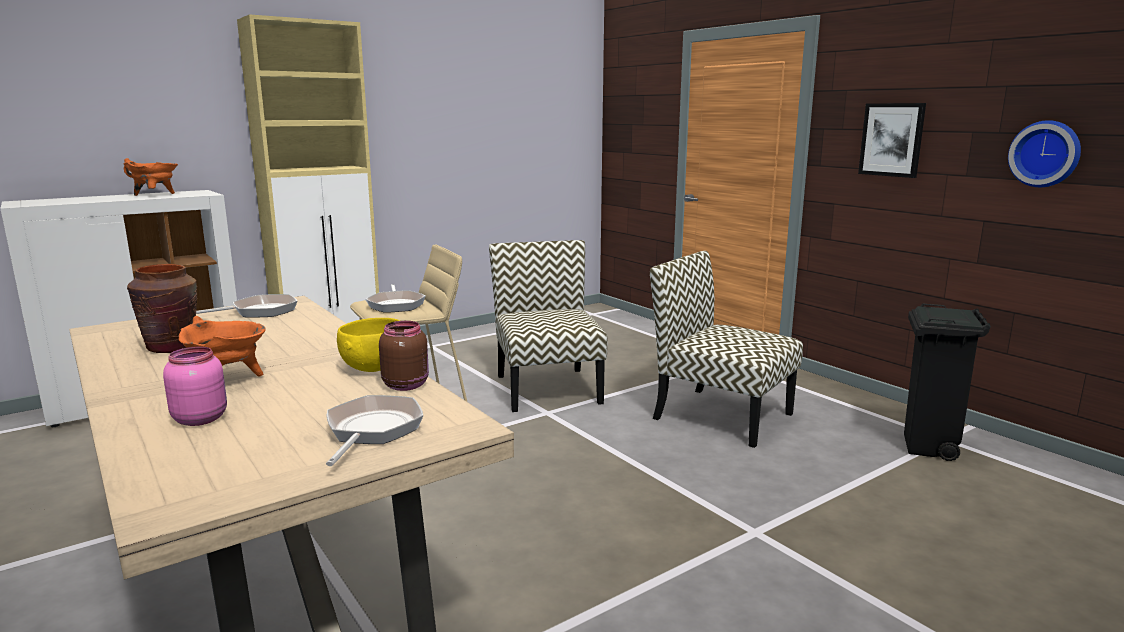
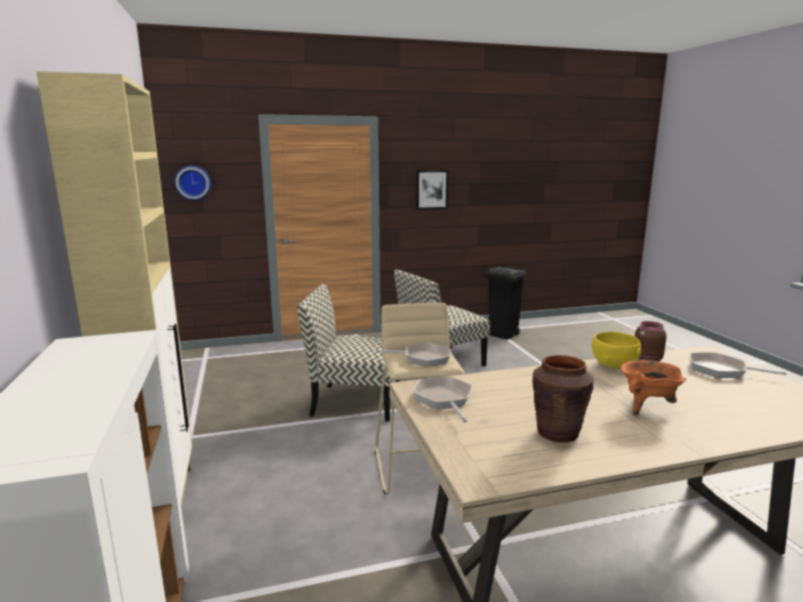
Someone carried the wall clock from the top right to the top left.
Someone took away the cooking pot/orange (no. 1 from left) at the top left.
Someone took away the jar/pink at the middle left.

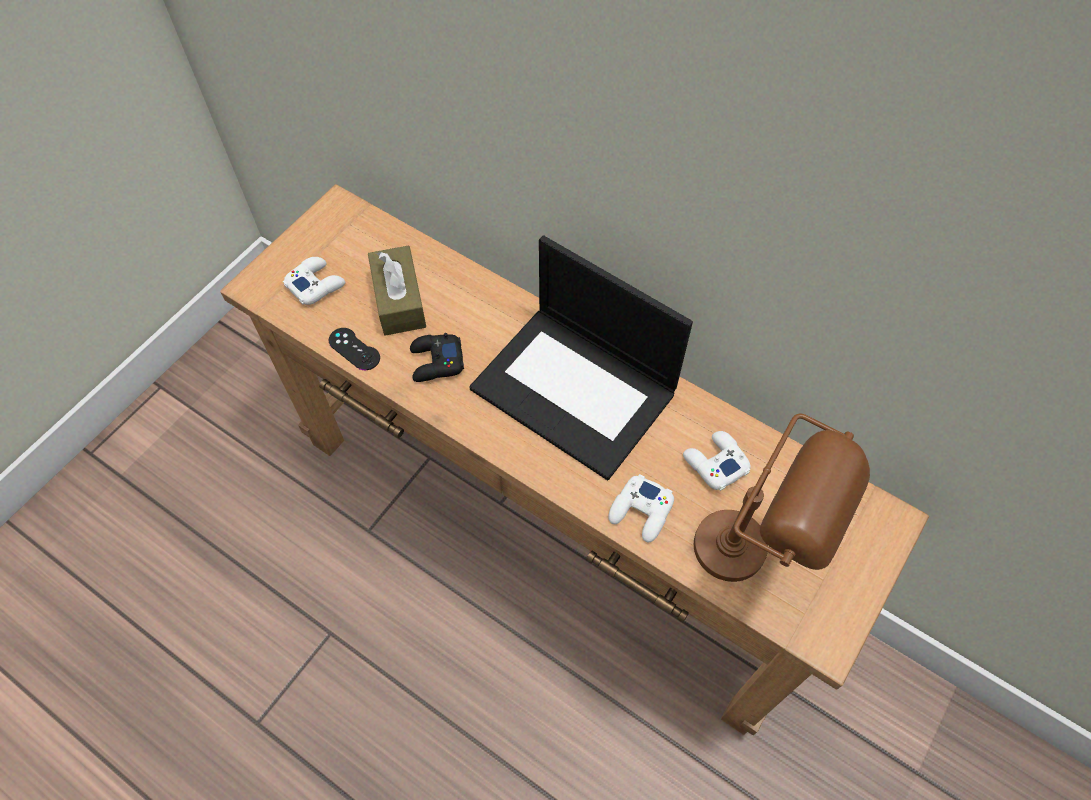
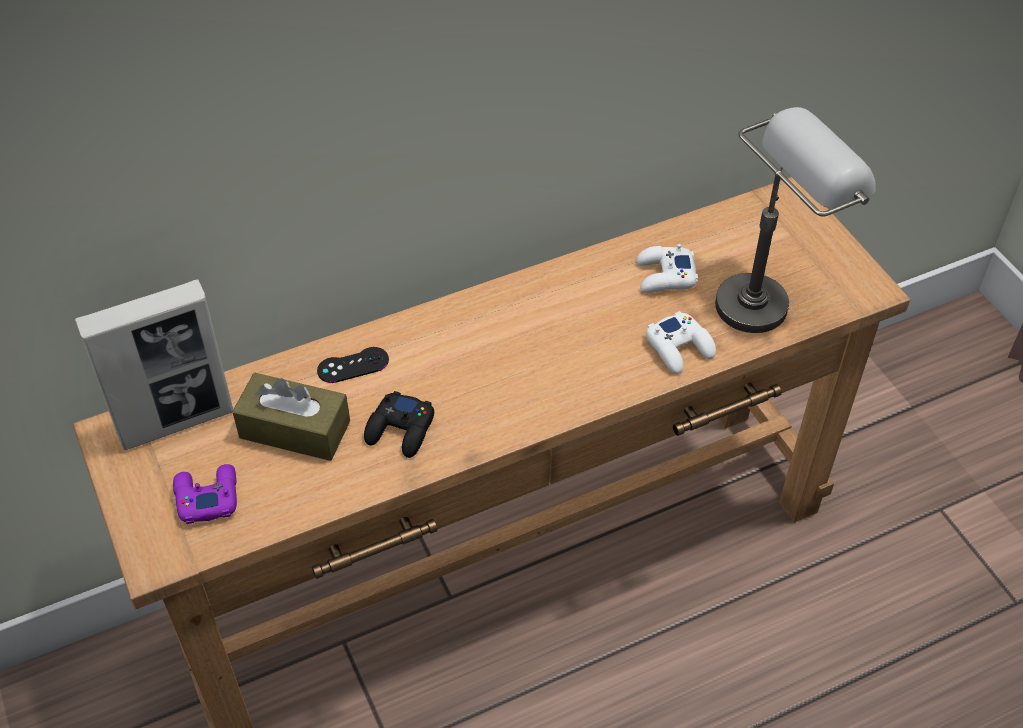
Someone put down the picture frame at the middle left.
Someone repainted the game controller/white (no. 1 from left) at the middle left, which became the game controller/purple at the bottom left.
Someone carried the game controller/black (no. 1 from left) from the middle left to the centre.
Someone repainted the table lamp/brown at the middle right, which became the table lamp/grey at the top right.
Someone took away the laptop at the centre.

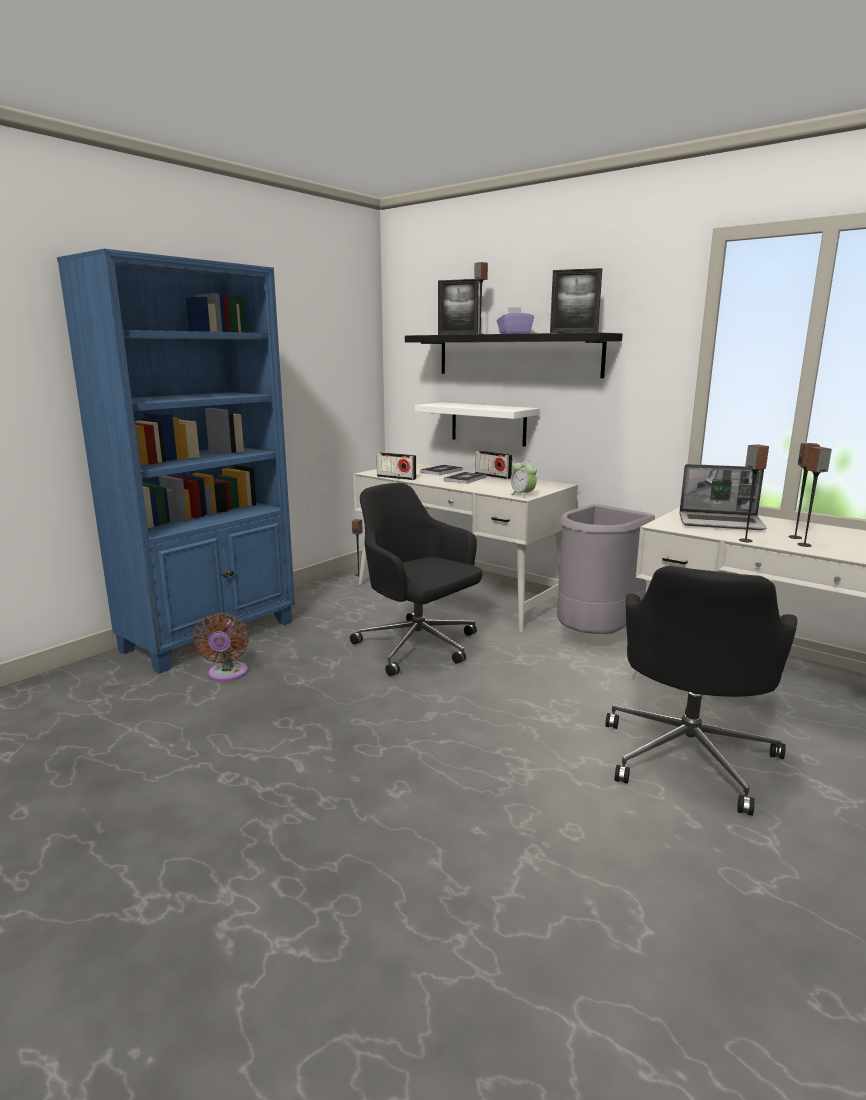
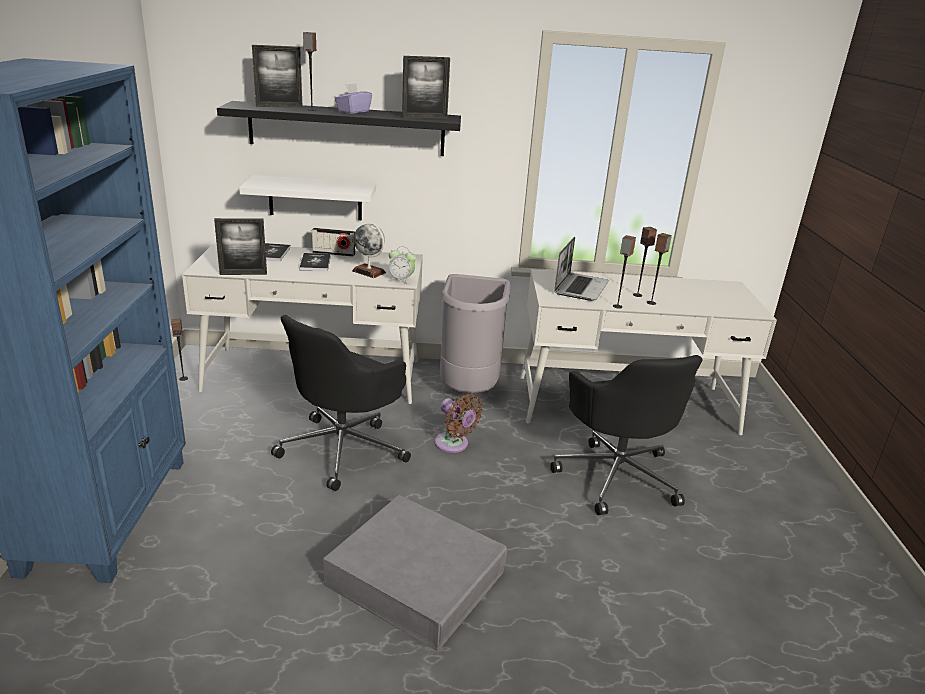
Someone swapped the radio (no. 1 from left) at the centre for the picture frame (no. 1 from left) at the middle left.
Someone rotated the office chair/black (no. 1 from left) at the centre by 60 degrees counterclockwise.
Someone put down the storage box/grey at the bottom centre.
Someone put down the globe at the centre.
Someone carried the fan/brown from the middle left to the centre.
Someone rotated the laptop at the middle right by 45 degrees counterclockwise.

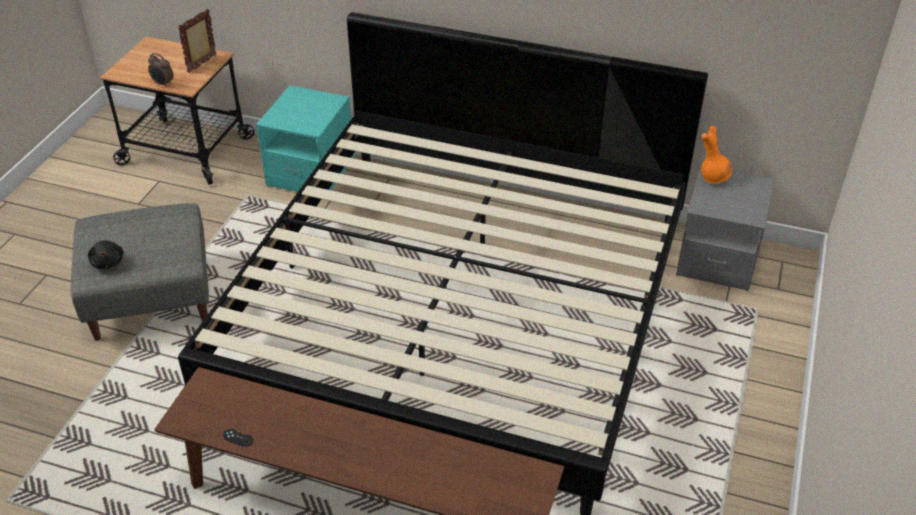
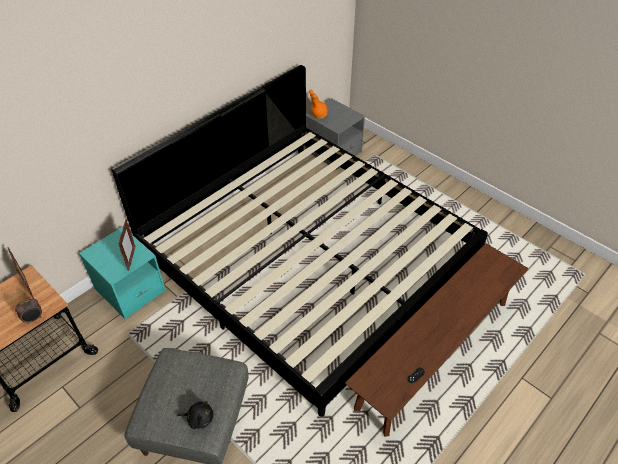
Someone put down the picture frame (no. 2 from left) at the middle left.

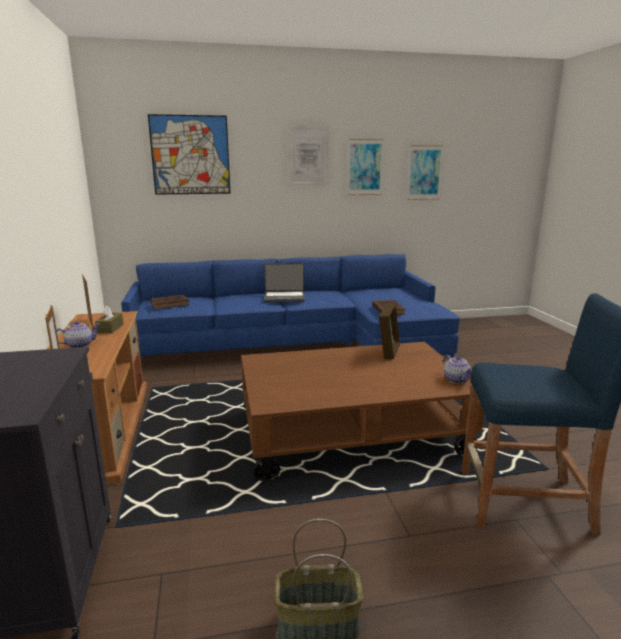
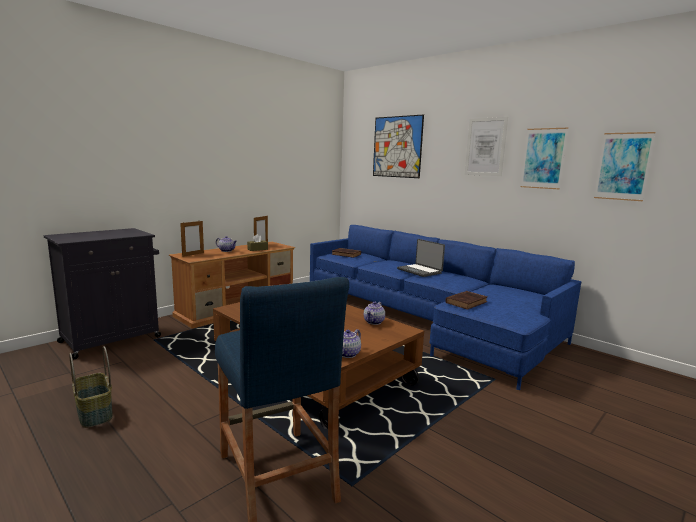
Someone swapped the picture frame (no. 3 from left) at the centre for the teapot (no. 3 from left) at the centre.

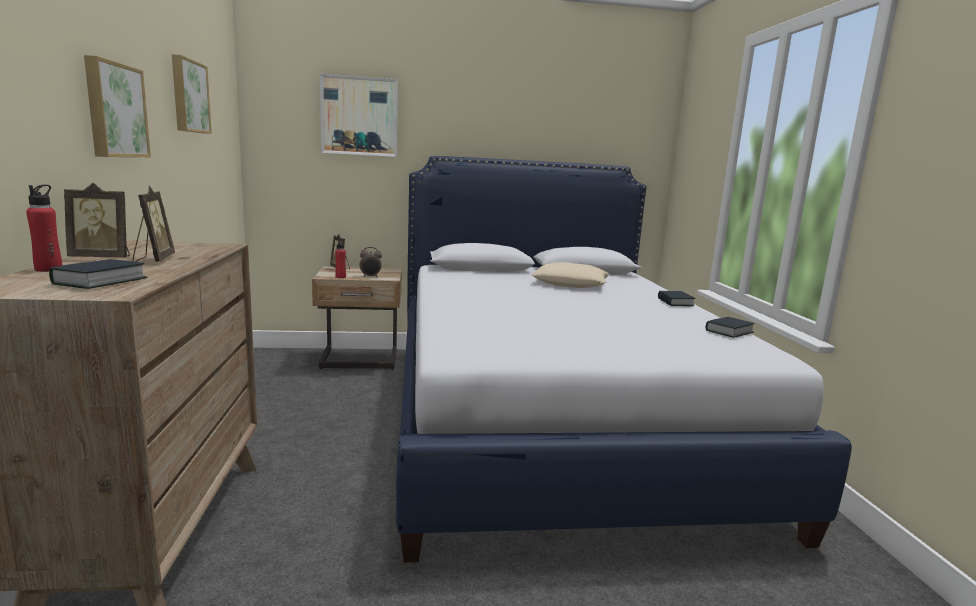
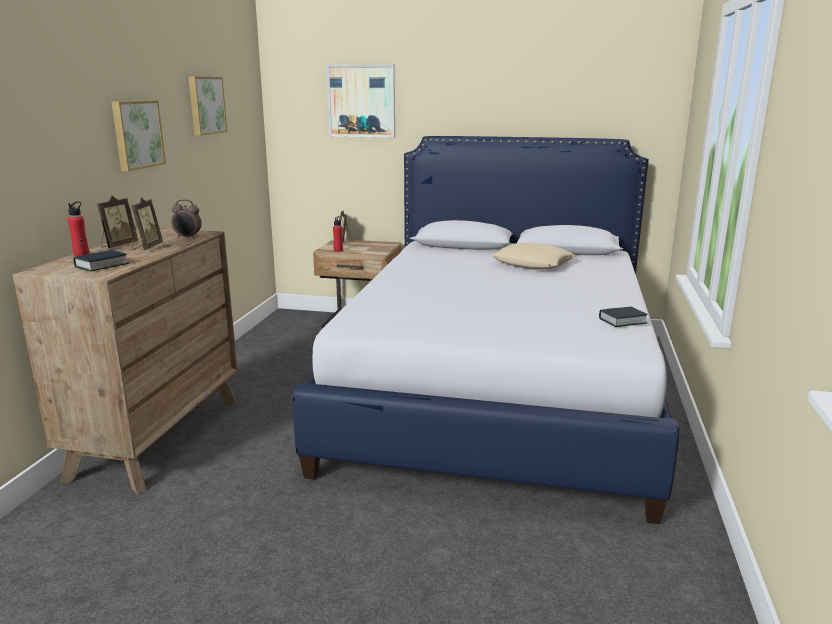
Someone rotated the picture frame (no. 1 from left) at the middle left by 75 degrees counterclockwise.
Someone carried the alarm clock from the centre to the middle left.
Someone took away the book (no. 2 from left) at the middle right.

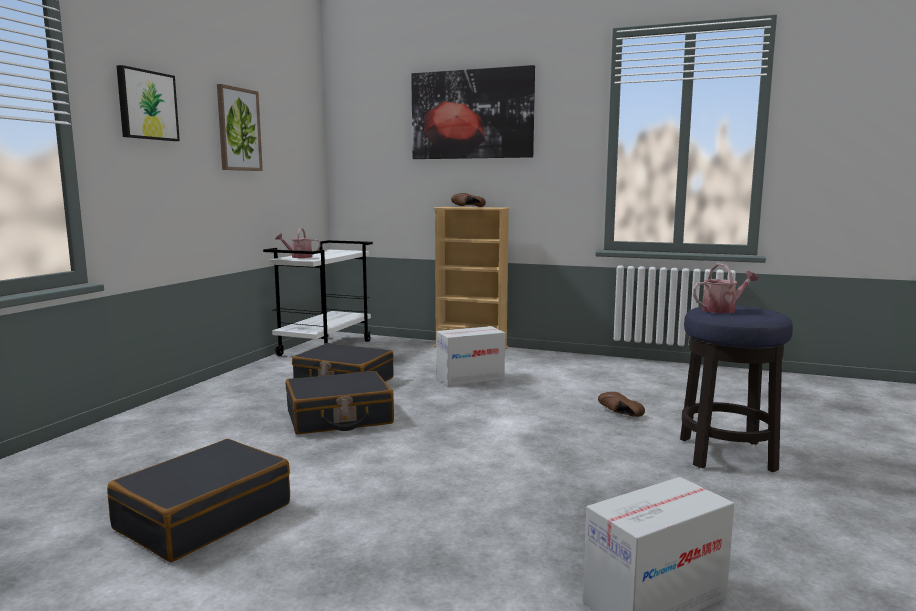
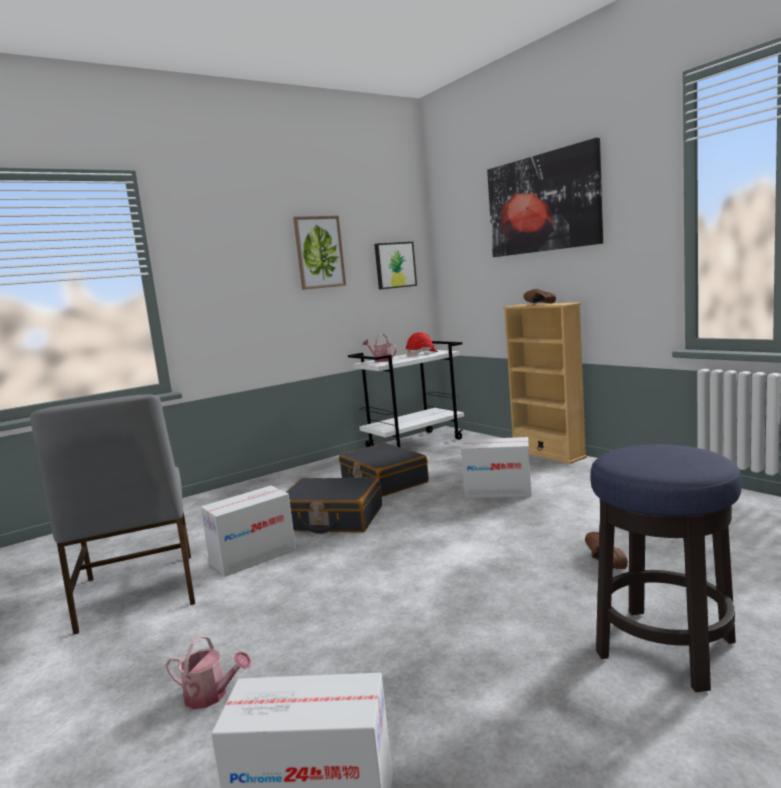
Someone swapped the suitcase/black (no. 1 from left) at the bottom left for the chair/grey at the middle left.
Someone carried the watering can (no. 2 from left in the first image) from the middle right to the bottom left.
Someone put down the cardboard box (no. 1 from left) at the bottom left.
Someone carried the picture (no. 1 from left in the first image) from the top left to the centre.
Someone put down the hard hat/red at the centre.

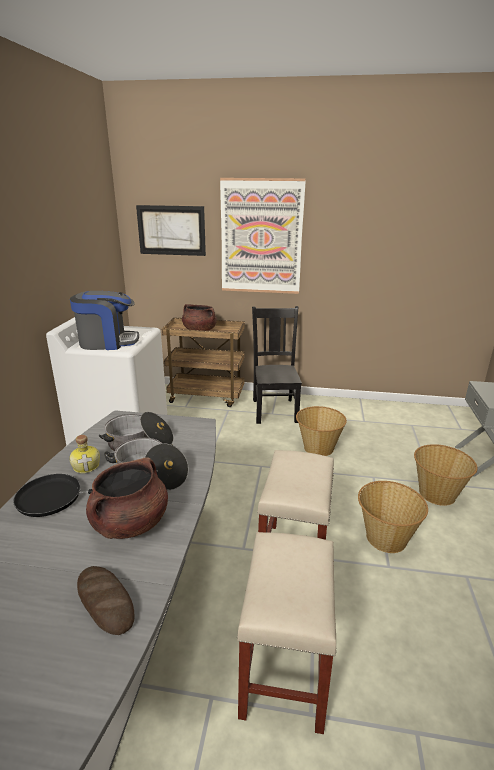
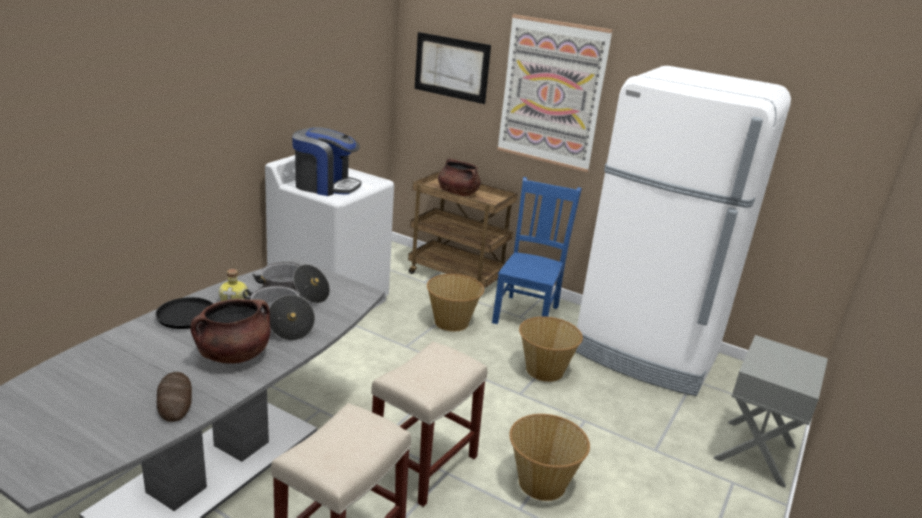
Someone carried the basket (no. 3 from left in the first image) from the middle right to the centre.
Someone repainted the chair/black at the centre, which became the chair/blue at the centre.
Someone put down the fridge/white at the middle right.

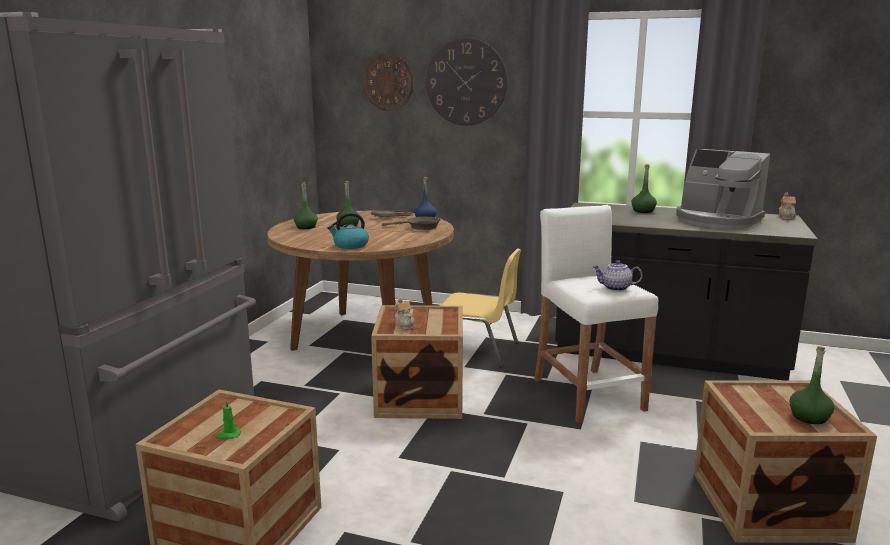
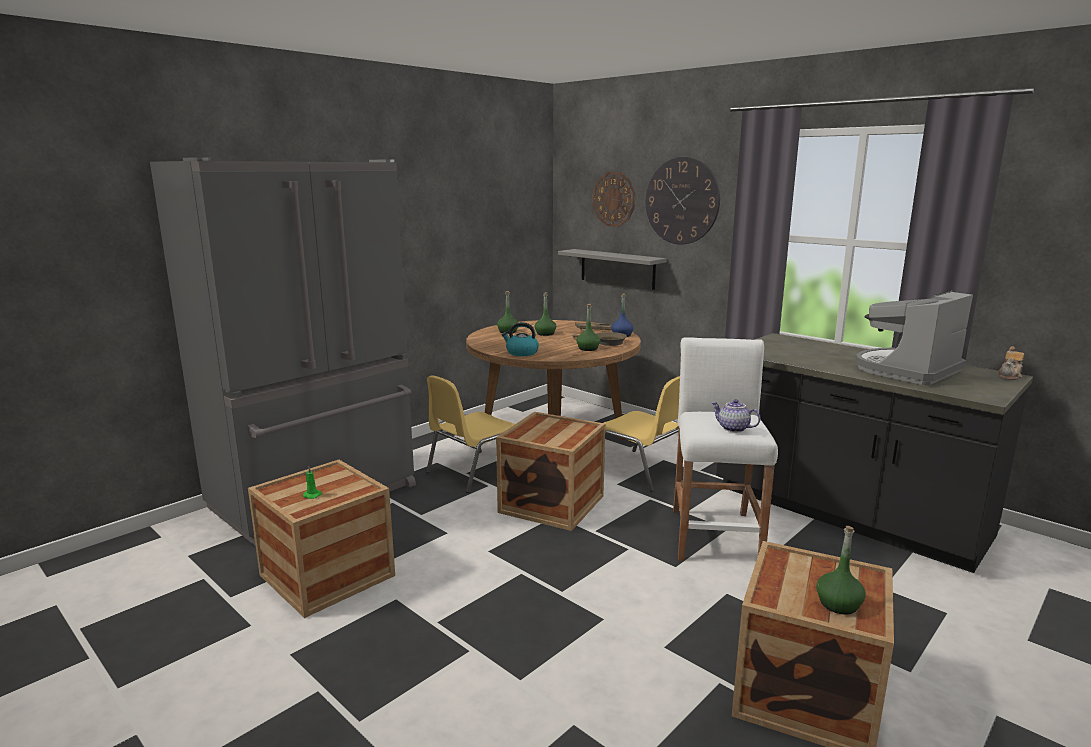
Someone put down the chair/yellow (no. 1 from left) at the centre.
Someone put up the shelf/grey at the centre.
Someone carried the bottle/green (no. 3 from left) from the middle right to the centre.
Someone rotated the coffee machine at the middle right by 75 degrees clockwise.
Someone took away the teapot (no. 1 from left) at the centre.

